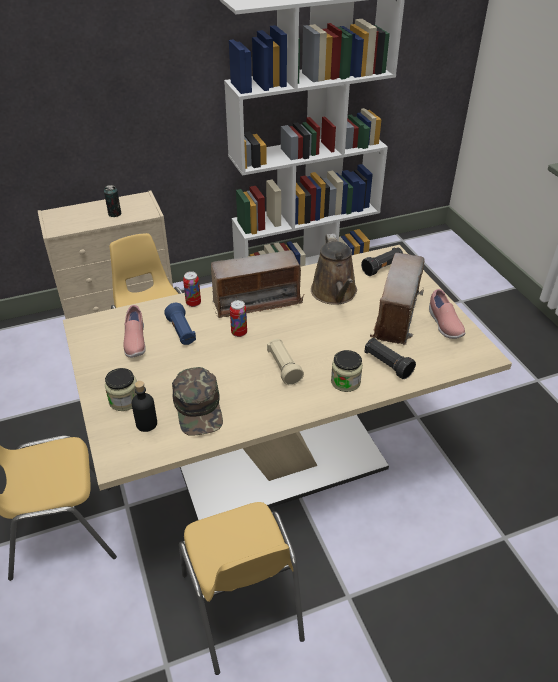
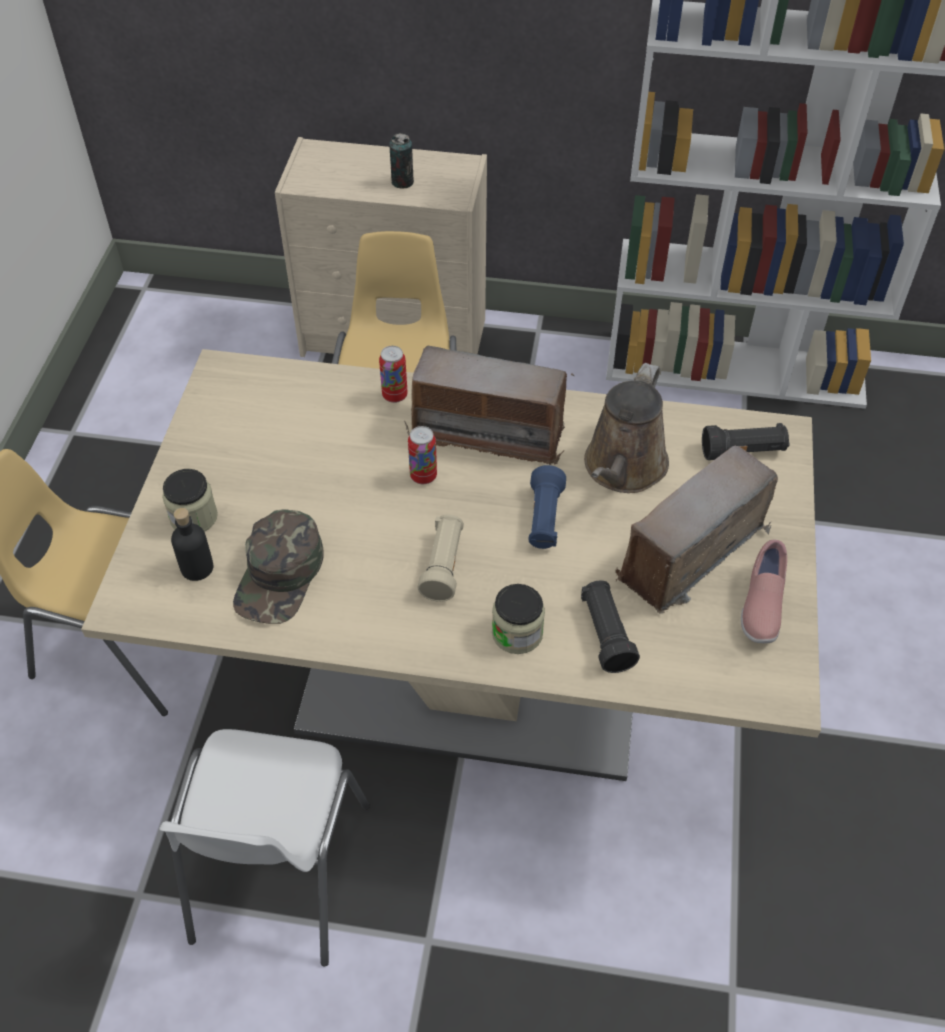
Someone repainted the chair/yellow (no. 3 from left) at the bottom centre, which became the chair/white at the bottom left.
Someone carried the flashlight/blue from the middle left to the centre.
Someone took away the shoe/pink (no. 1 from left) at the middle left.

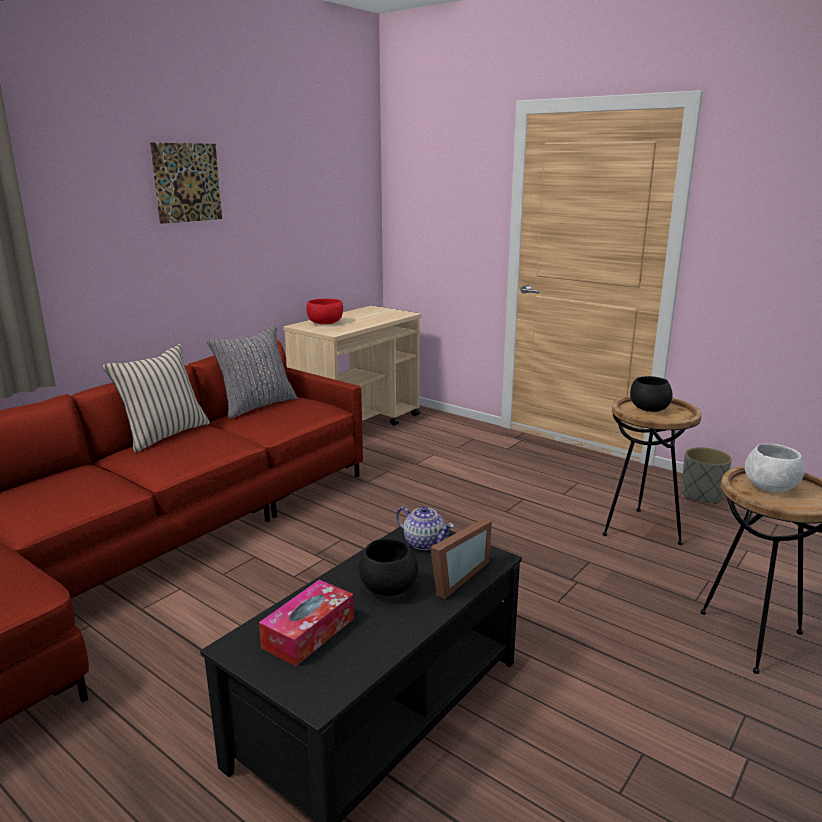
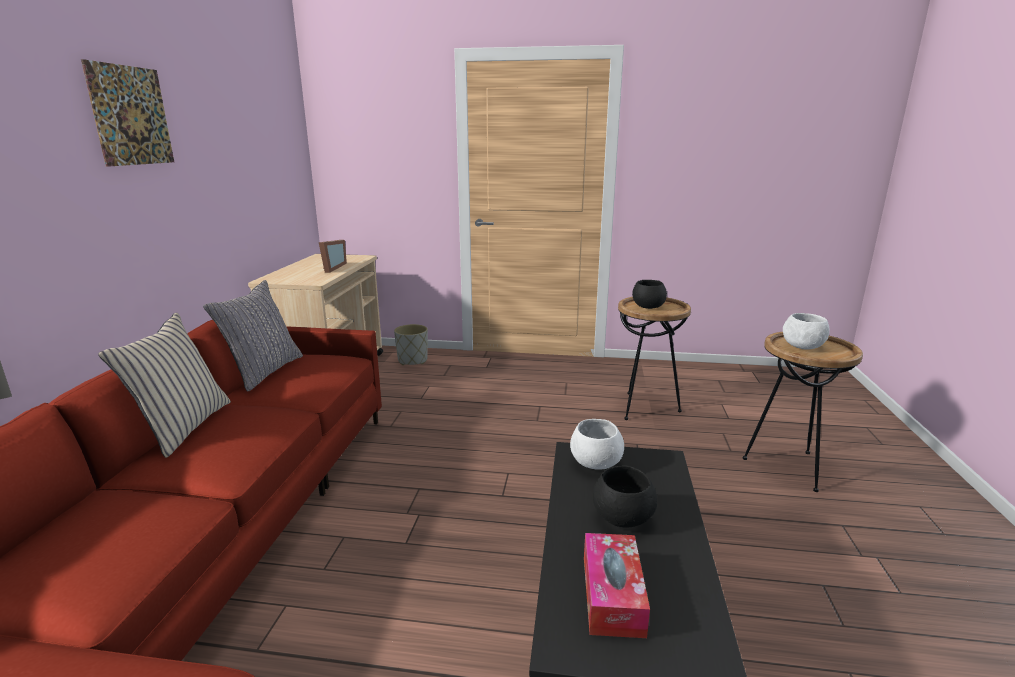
Someone carried the picture frame from the bottom centre to the middle left.
Someone carried the planter/grey from the middle right to the centre.
Someone swapped the teapot at the centre for the bowl/white (no. 1 from left) at the centre.
Someone took away the bowl/red at the centre.

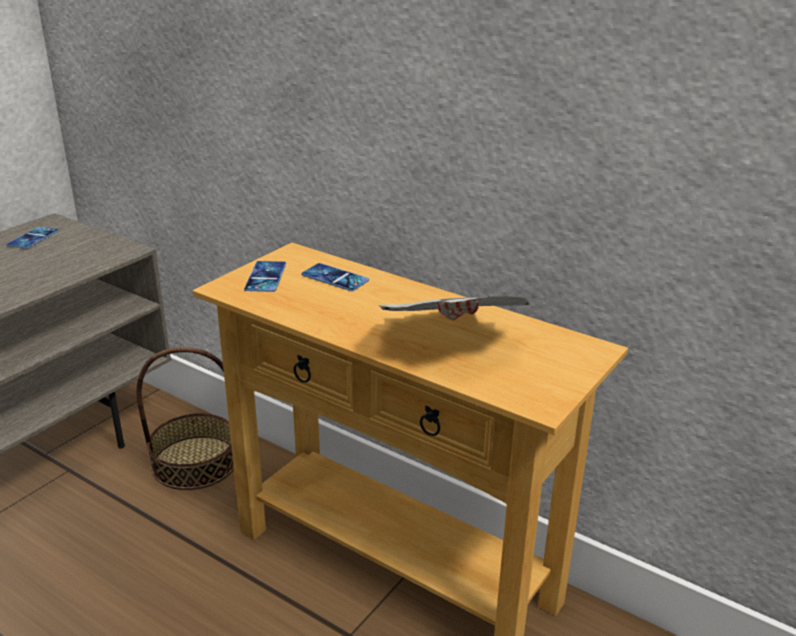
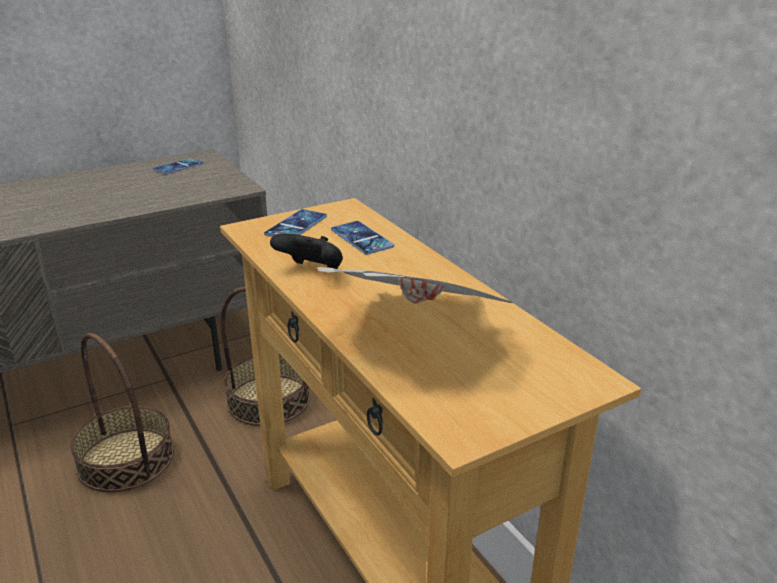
Someone put down the basket (no. 1 from left) at the bottom left.
Someone put down the game controller/black at the centre.

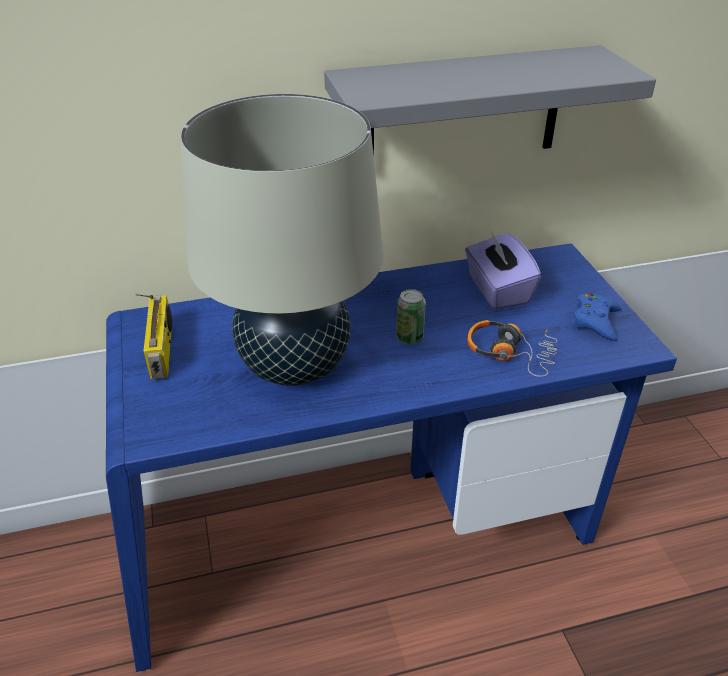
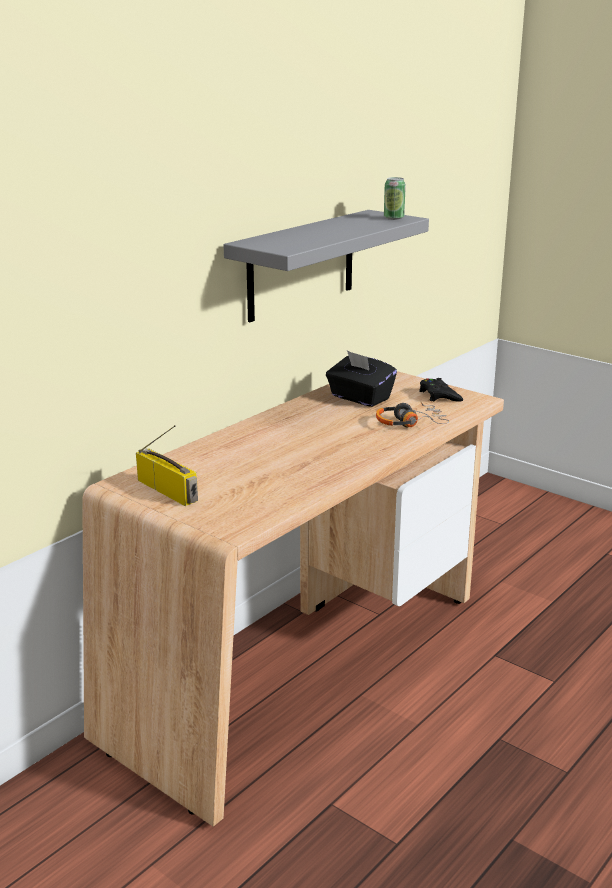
Someone repainted the desk/blue at the bottom centre, which became the desk/beige at the bottom centre.
Someone repainted the tissue box/purple at the middle right, which became the tissue box/black at the centre.
Someone carried the can from the centre to the top centre.
Someone repainted the game controller/blue at the middle right, which became the game controller/black at the middle right.
Someone took away the table lamp/beige at the centre.

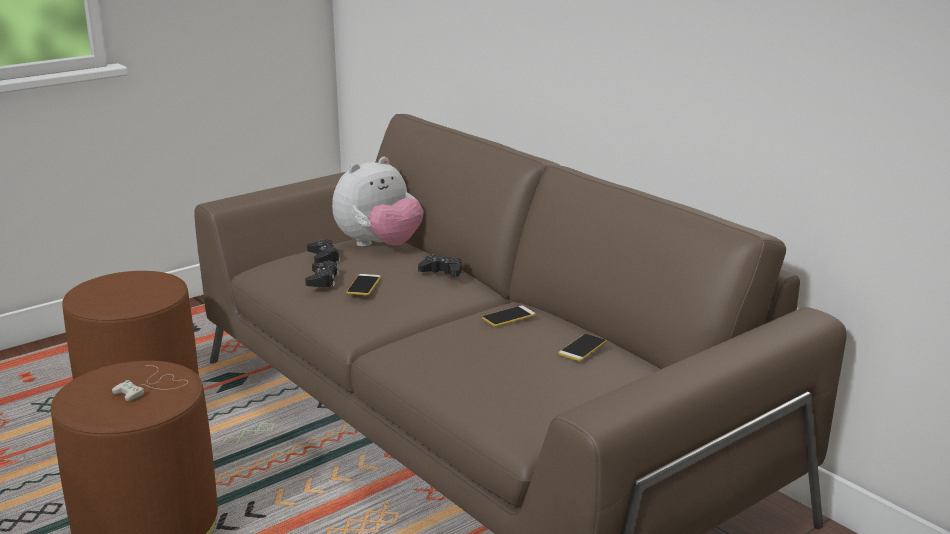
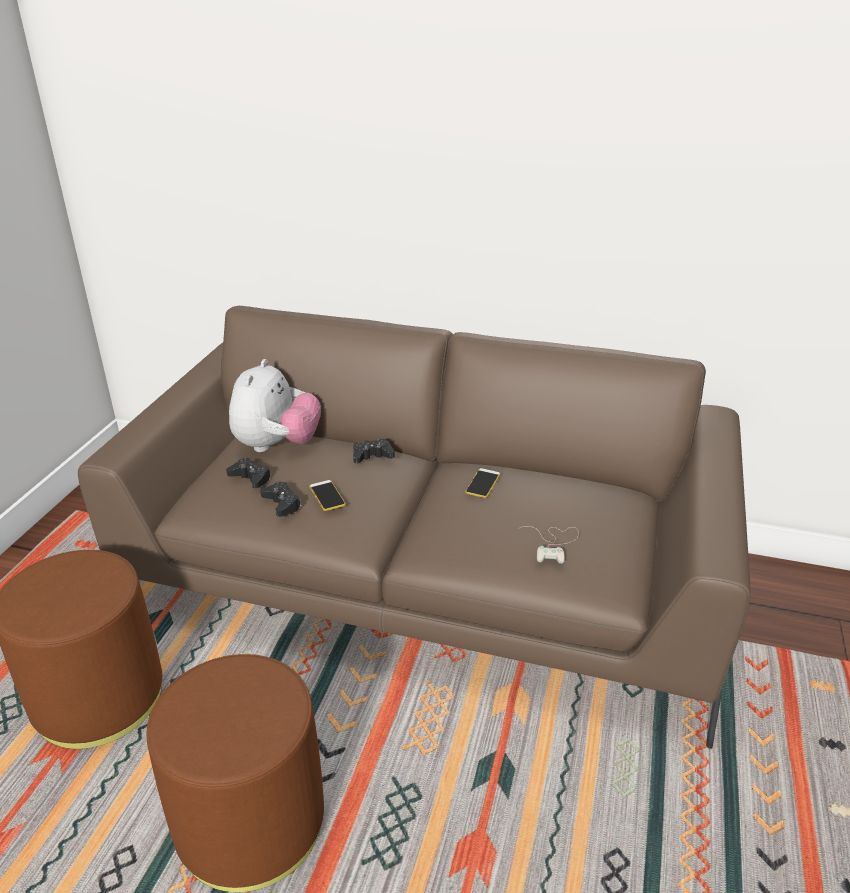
Someone carried the game controller/white from the bottom left to the centre.
Someone took away the phone (no. 3 from left) at the centre.

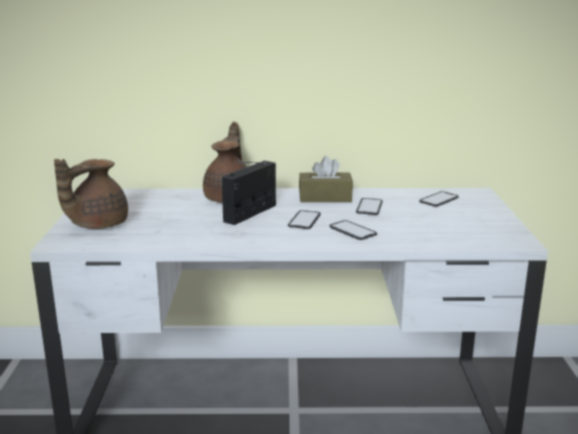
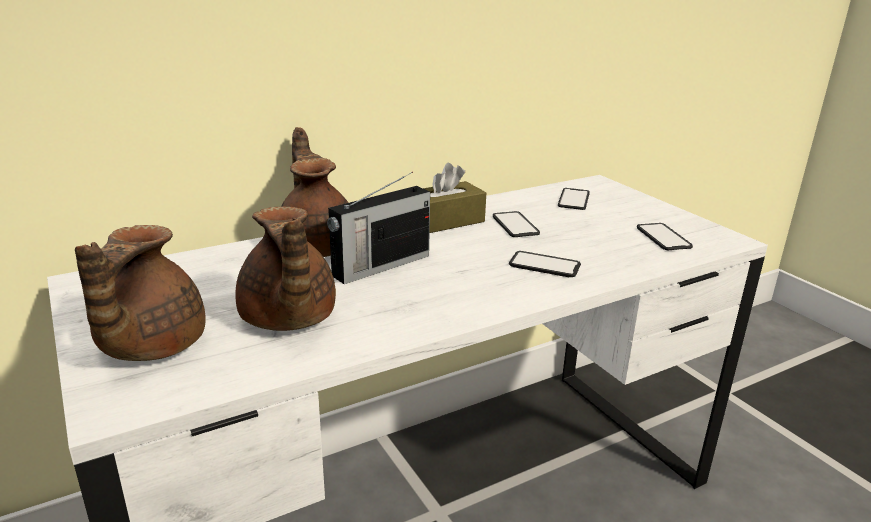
Someone put down the teapot/brown (no. 2 from left) at the middle left.
Someone rotated the radio at the centre by 135 degrees counterclockwise.
Someone carried the phone (no. 1 from left in the first image) from the centre to the middle right.

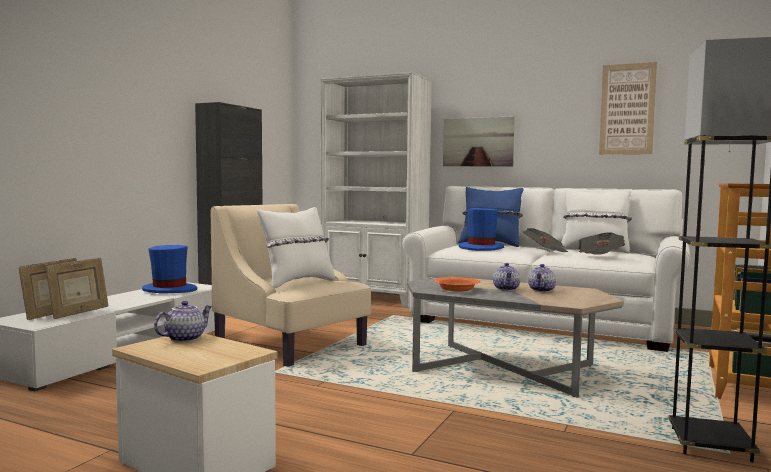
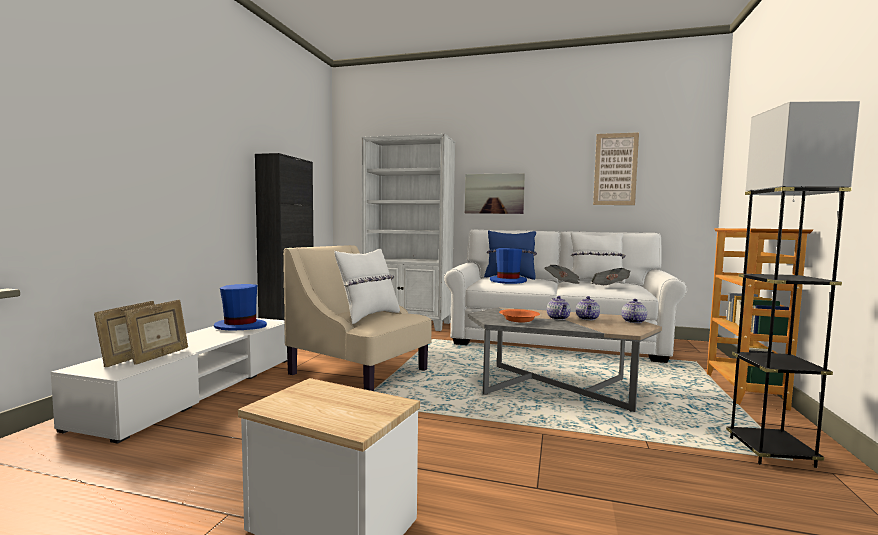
Someone carried the teapot (no. 1 from left in the first image) from the bottom left to the middle right.

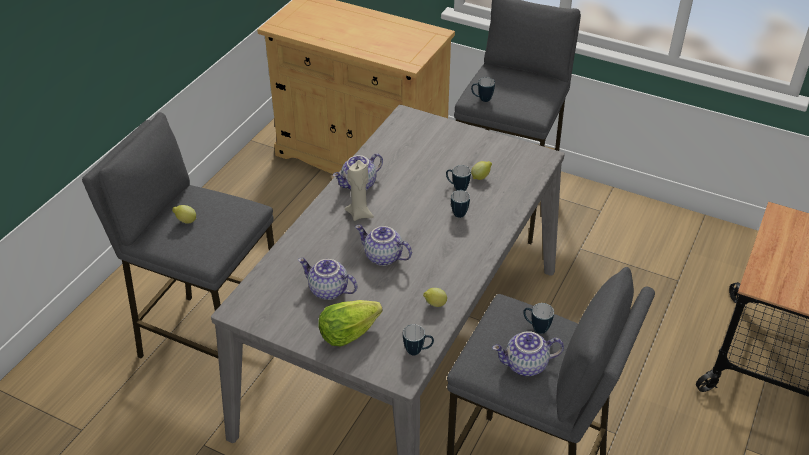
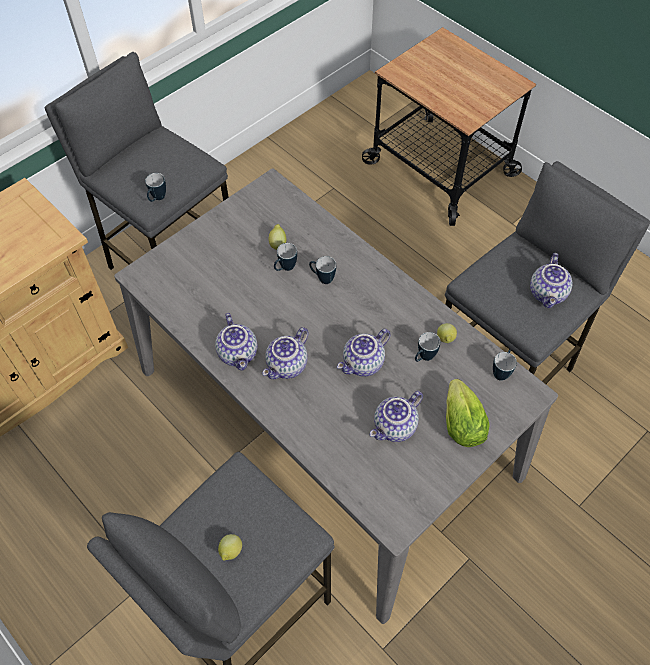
Someone swapped the candle/beige at the centre for the teapot (no. 2 from left) at the centre.
Someone carried the mug (no. 5 from left in the first image) from the bottom centre to the centre.

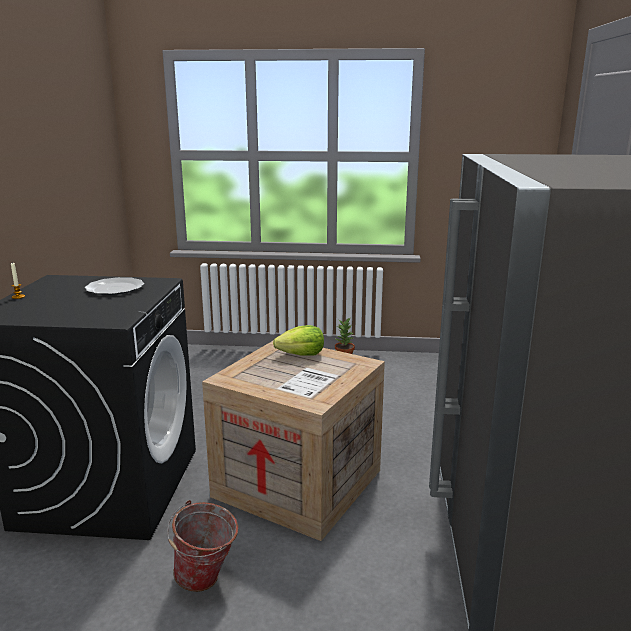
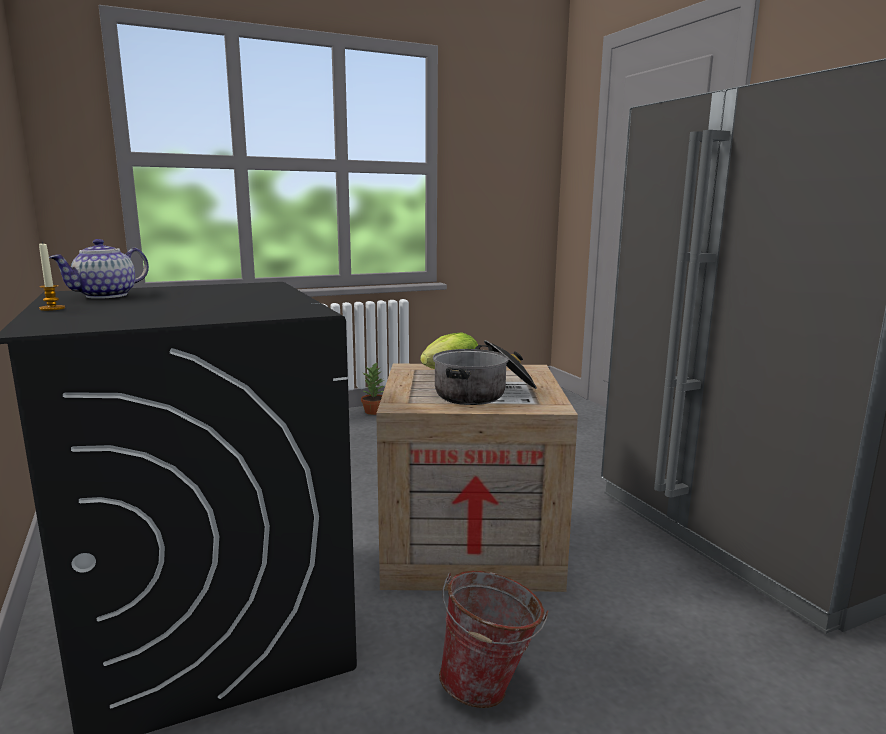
Someone put down the teapot at the middle left.
Someone put down the cooking pot at the centre.
Someone took away the plate at the middle left.

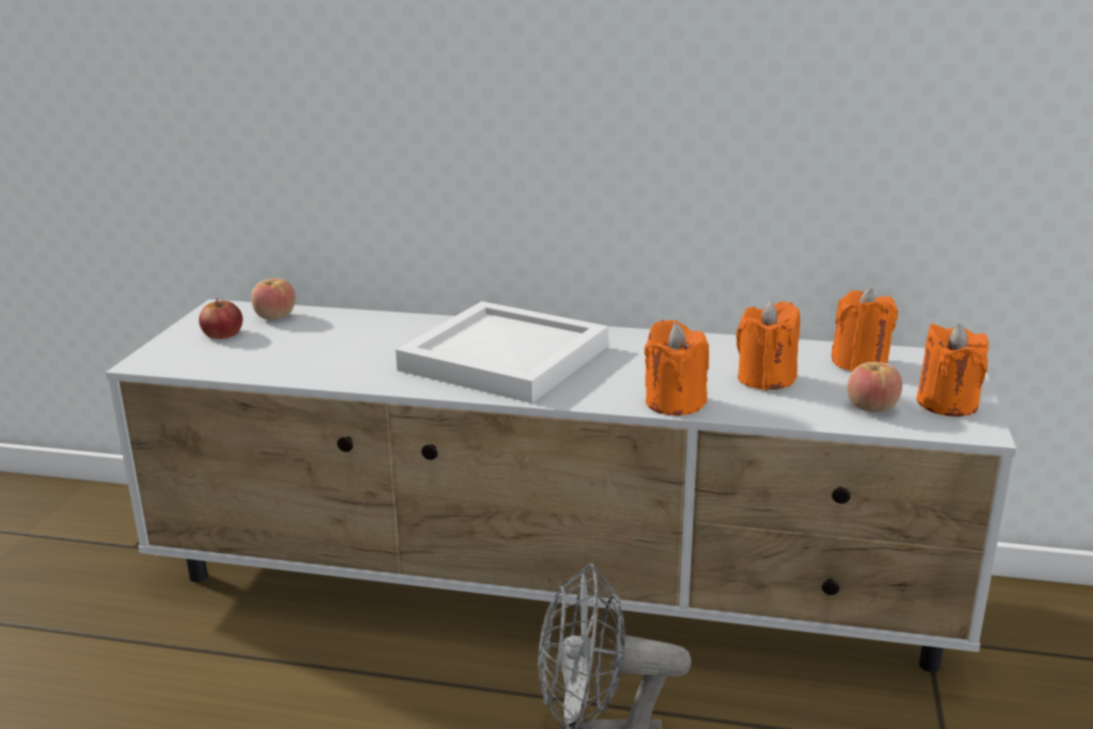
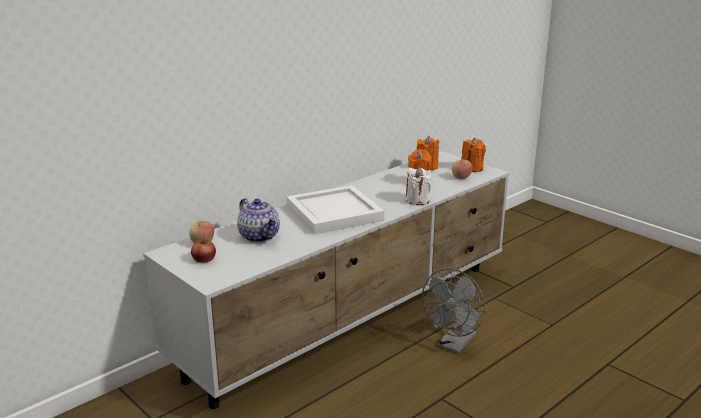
Someone put down the teapot at the centre.
Someone repainted the candle/orange (no. 1 from left) at the centre, which became the candle/white at the centre.

